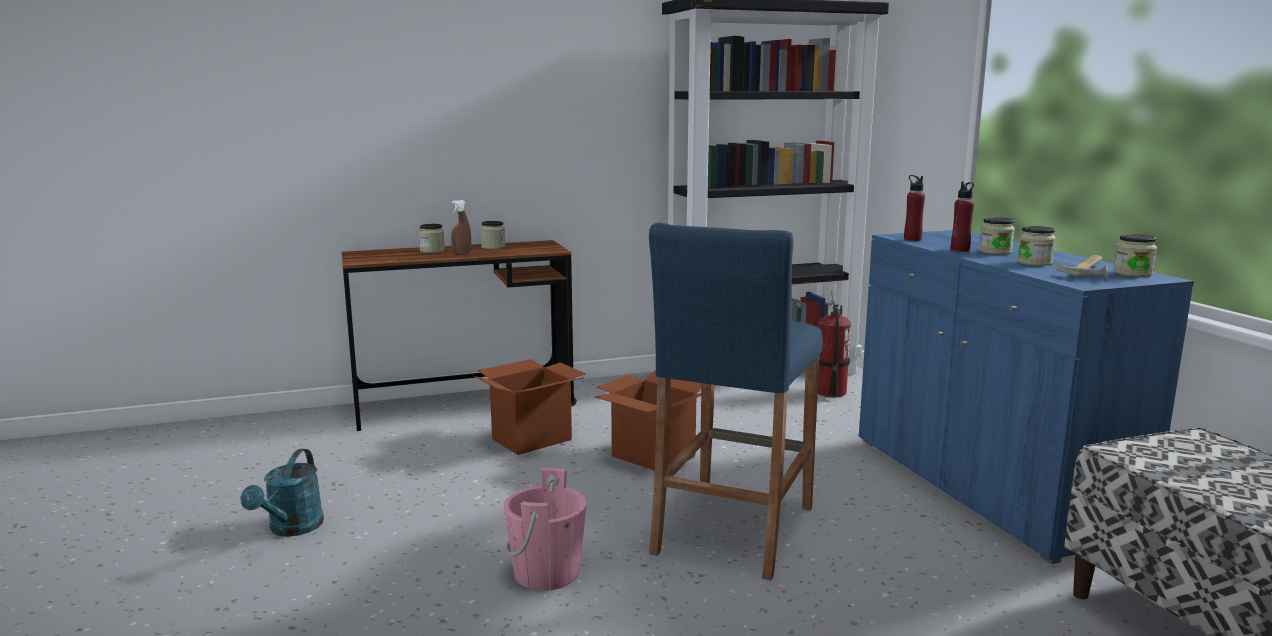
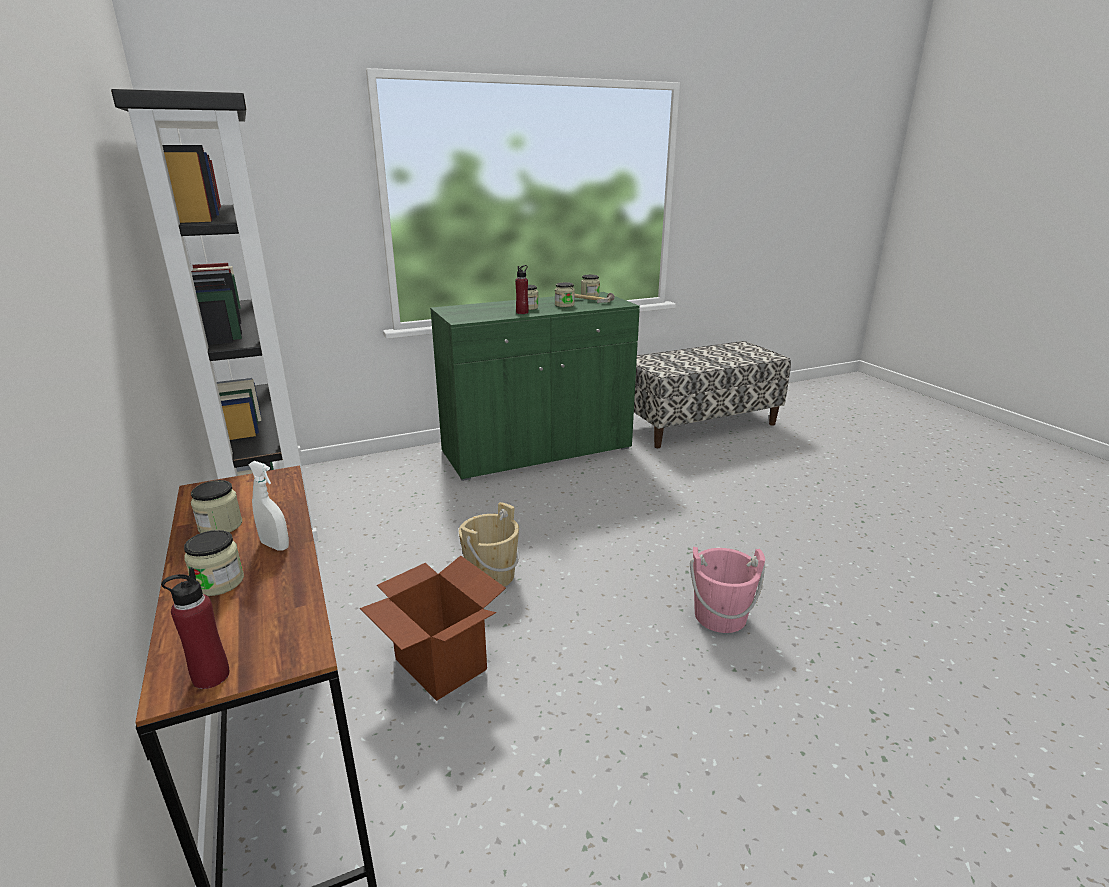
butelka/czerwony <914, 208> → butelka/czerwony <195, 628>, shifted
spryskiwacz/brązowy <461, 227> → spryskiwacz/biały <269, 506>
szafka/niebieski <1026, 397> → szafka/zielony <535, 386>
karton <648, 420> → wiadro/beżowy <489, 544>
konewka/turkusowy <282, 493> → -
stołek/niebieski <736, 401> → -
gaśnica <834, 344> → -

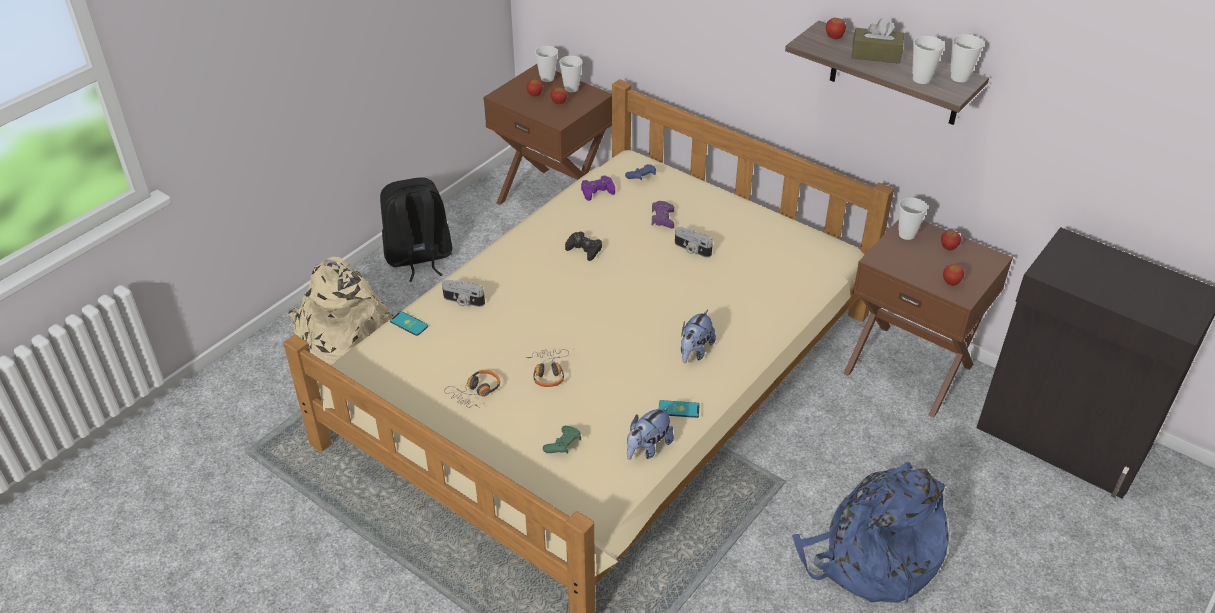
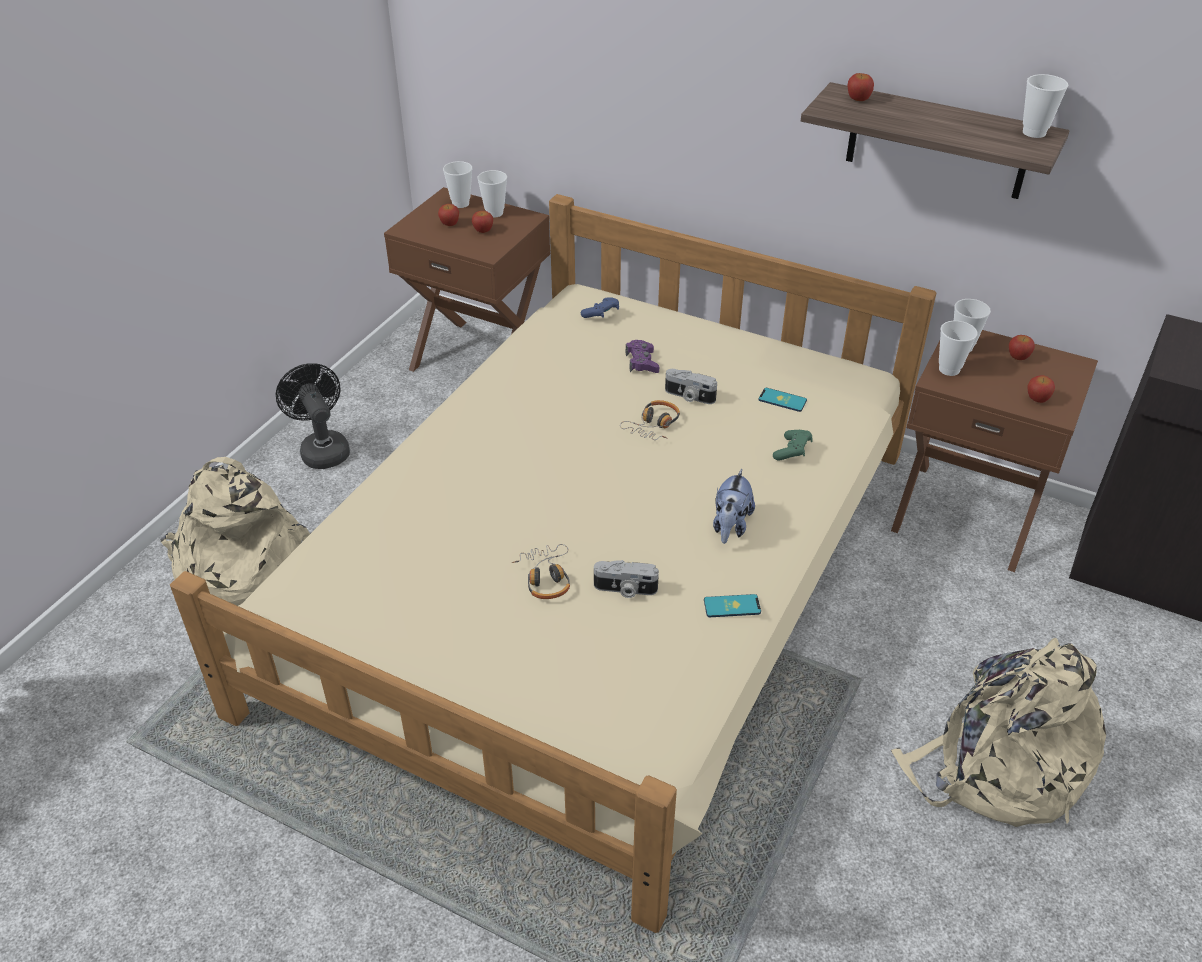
plecak/czarny <416, 229> → wentylator/czarny <313, 416>
aparat fotograficzny <463, 293> → aparat fotograficzny <626, 579>, shifted
słuchawki <472, 389> → słuchawki <650, 420>, shifted
telefon <409, 323> → telefon <783, 400>, shifted
pad do gier/zielony <562, 440> → pad do gier/zielony <792, 445>, shifted
plecak/niebieski <870, 532> → plecak/beżowy <998, 732>
filiżanka <928, 60> → filiżanka <958, 348>, shifted
pad do gier/czarny <583, 246> → -
pad do gier/fioletowy <598, 188> → -
pluszak <650, 433> → -
pudełko chusteczek/brązowy <877, 41> → -

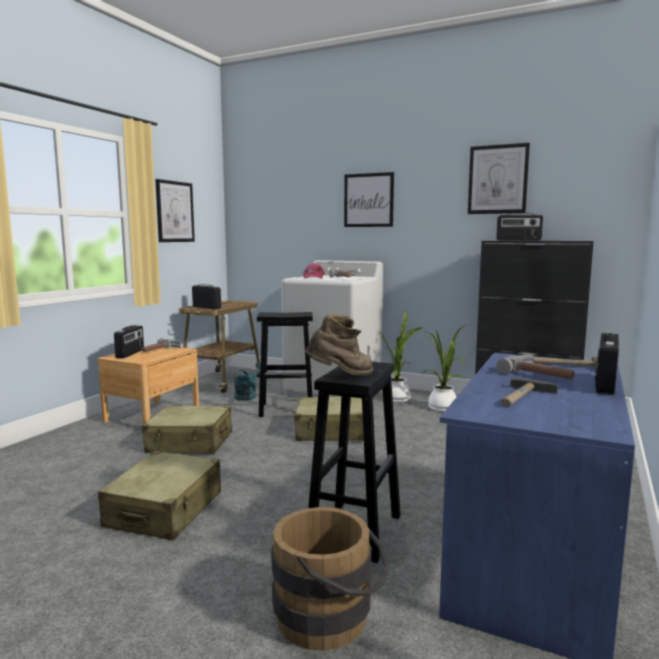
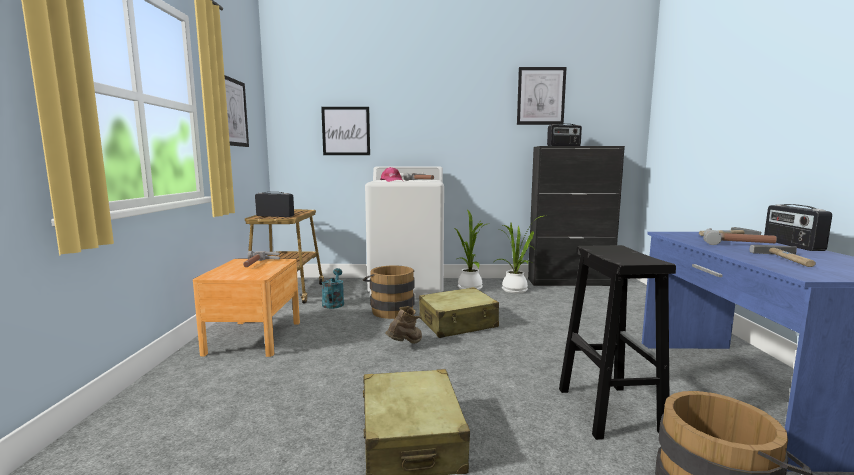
obraz <369, 199> → obraz <345, 131>, shifted
stołek/czarny <285, 364> → wiadro/brązowy <389, 292>
but z cholewką/brązowy <339, 345> → but z cholewką/brązowy <403, 325>, shifted
radio <129, 341> → -
walizka/beżowy <187, 430> → -

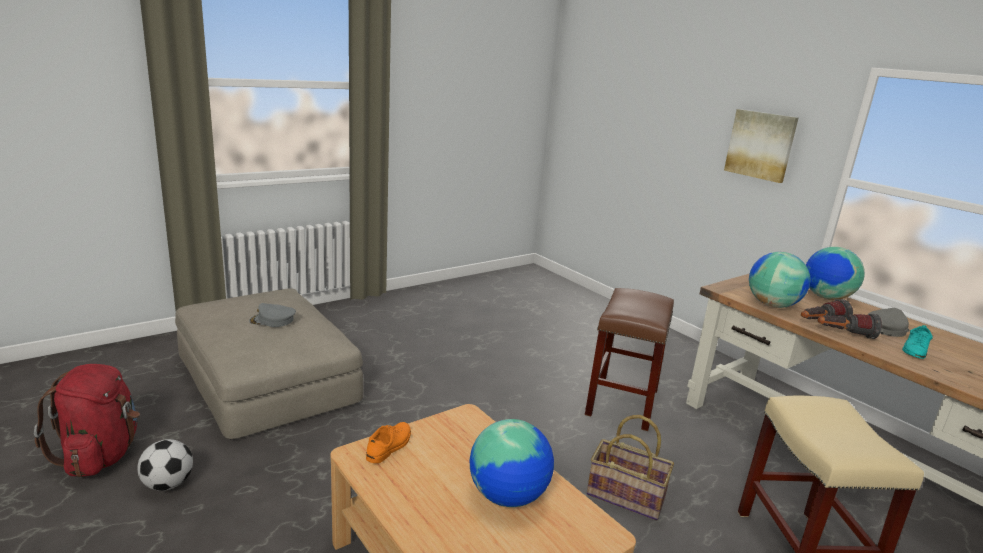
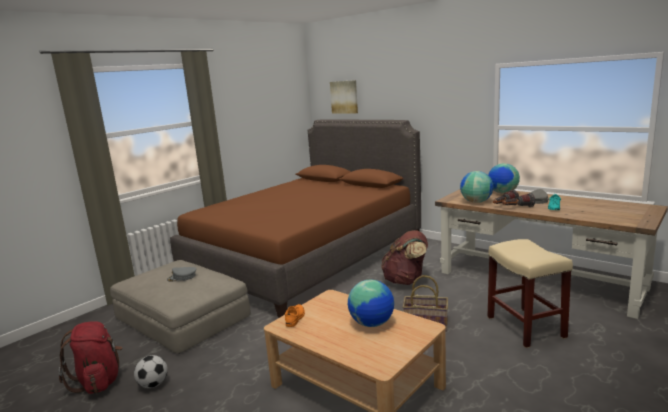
- → łóżko/brązowy <295, 218>
obraz <761, 146> → obraz <344, 97>, shifted
stołek/brązowy <629, 359> → plecak/brązowy <404, 257>

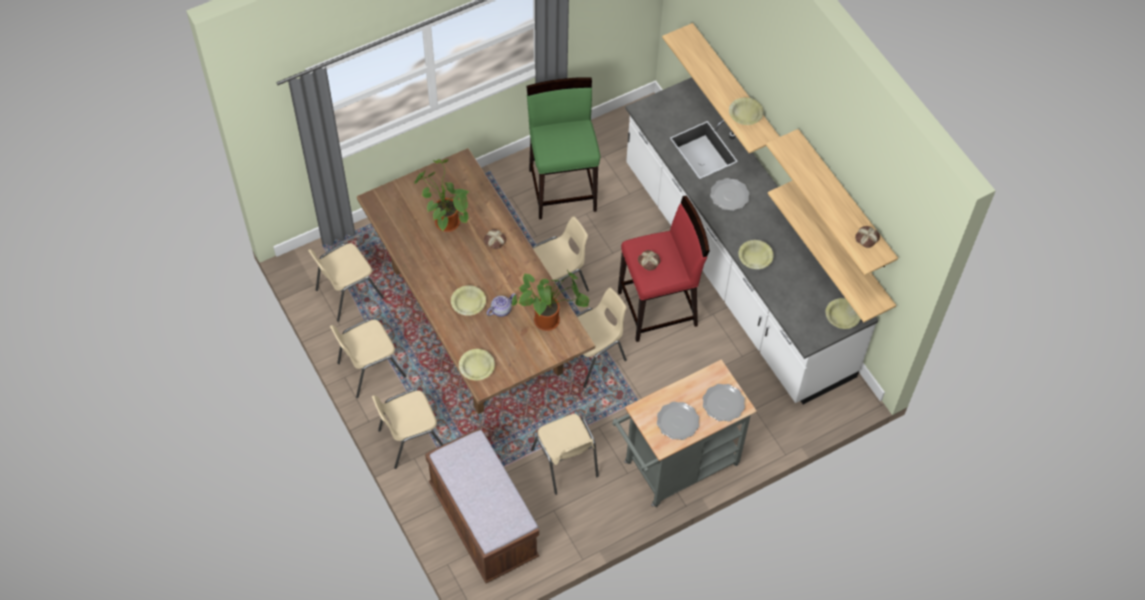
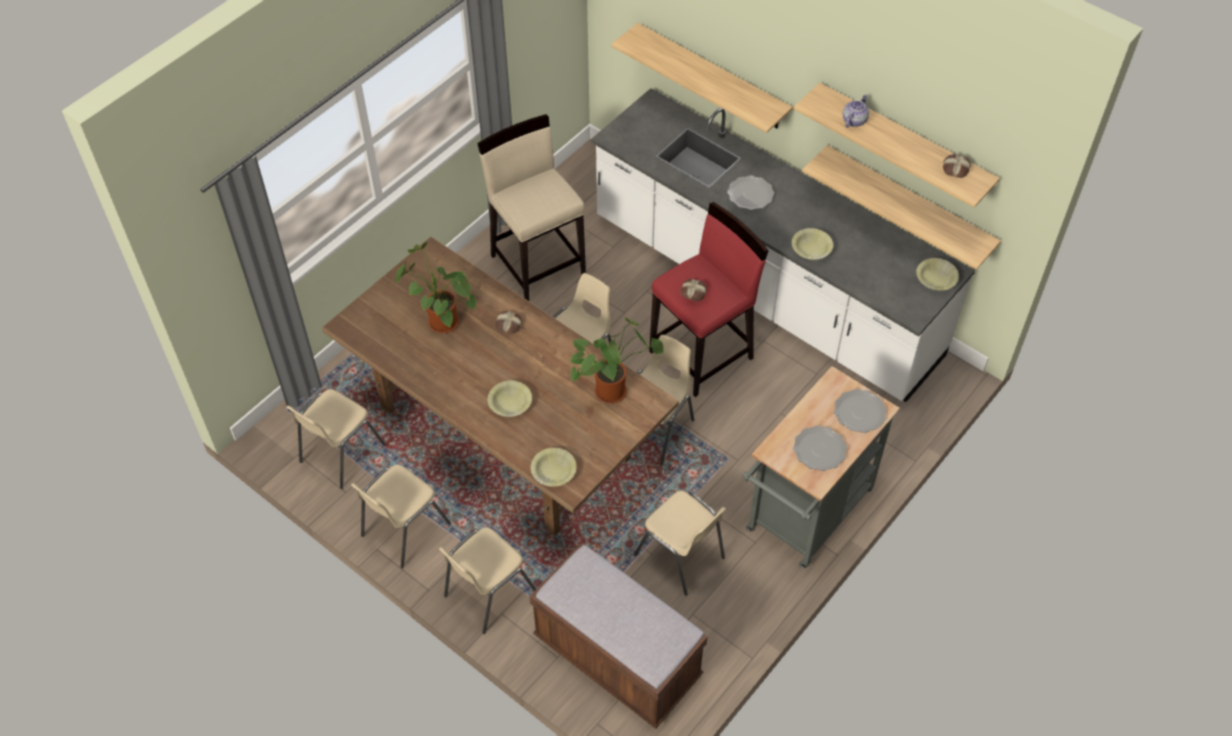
stołek/zielony <563, 148> → stołek/beżowy <531, 207>
imbryk <501, 305> → imbryk <856, 111>, shifted
miska/żółty <746, 111> → -

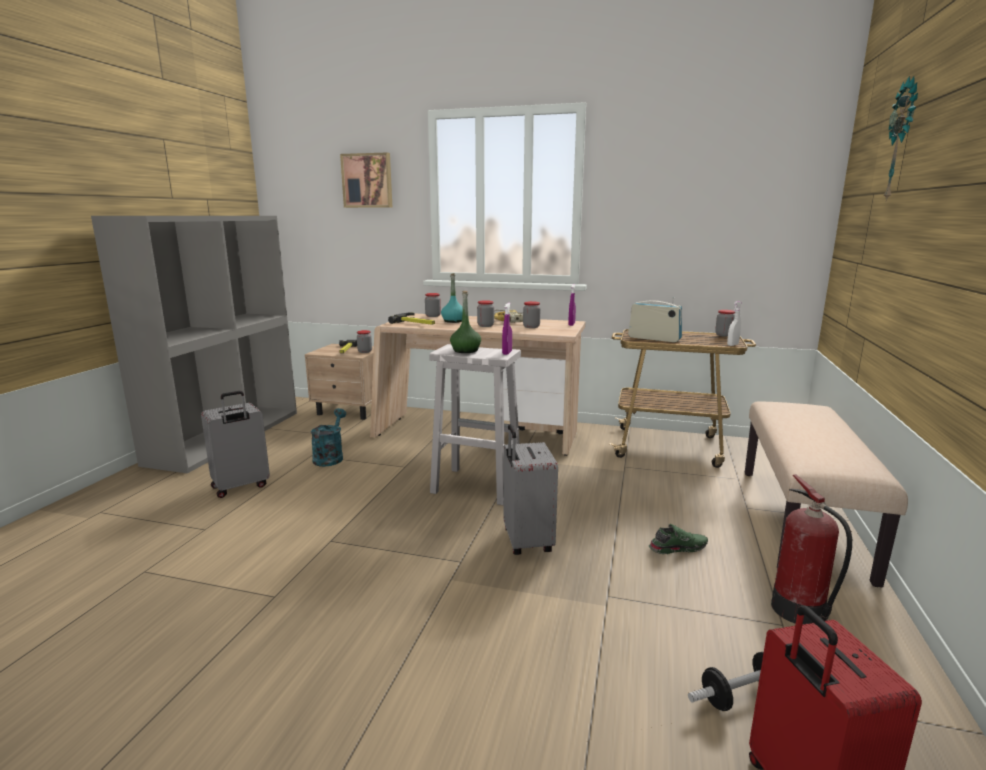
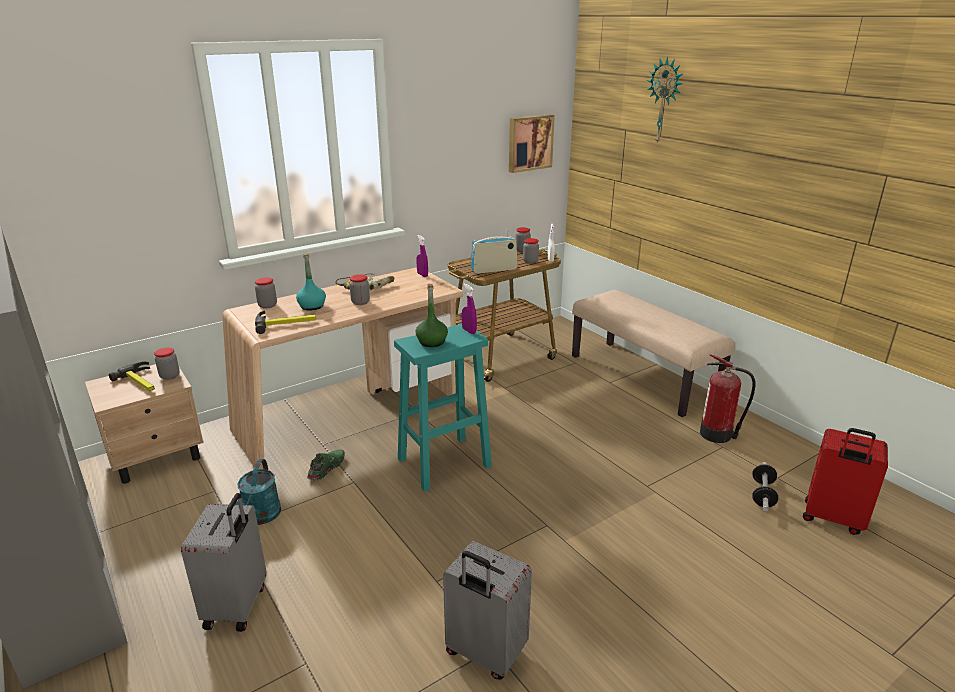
konewka/turkusowy <328, 437> → konewka/turkusowy <258, 492>, 135 degrees counterclockwise
but/zielony <678, 539> → but/zielony <326, 465>, shifted
stołek/biały <475, 424> → stołek/turkusowy <443, 407>
walizka/szary <530, 489> → walizka/szary <487, 610>, shifted
obraz <366, 180> → obraz <532, 143>, shifted
słoik <531, 314> → słoik <531, 251>, shifted

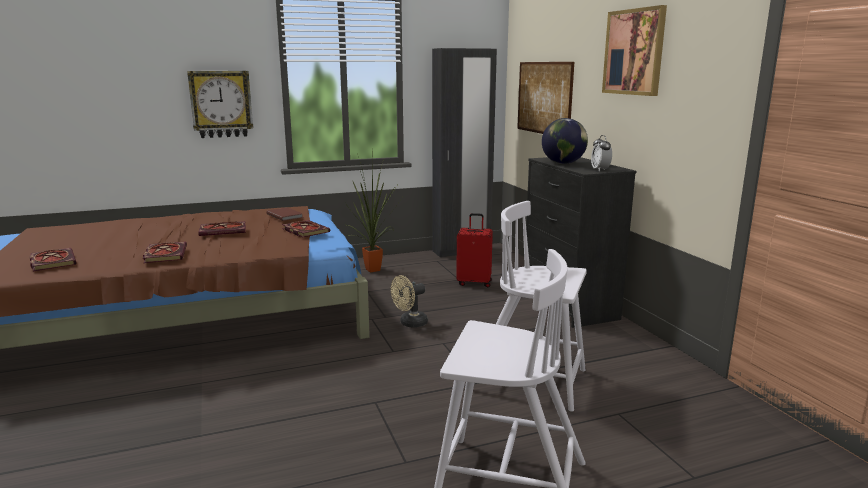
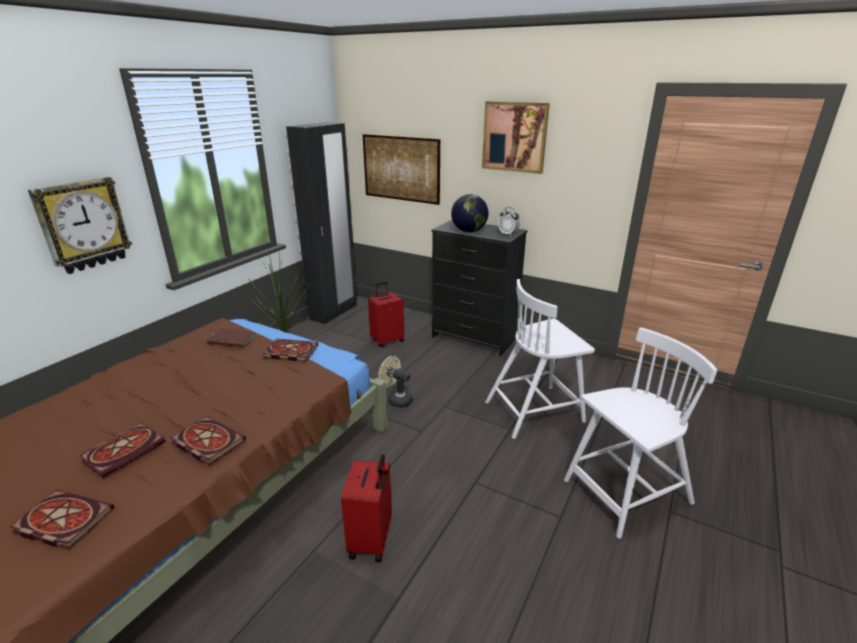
książka <222, 228> → książka <122, 450>, shifted
- → walizka/czerwony <366, 508>
wentylator/beżowy <409, 301> → wentylator/beżowy <395, 382>, 105 degrees clockwise

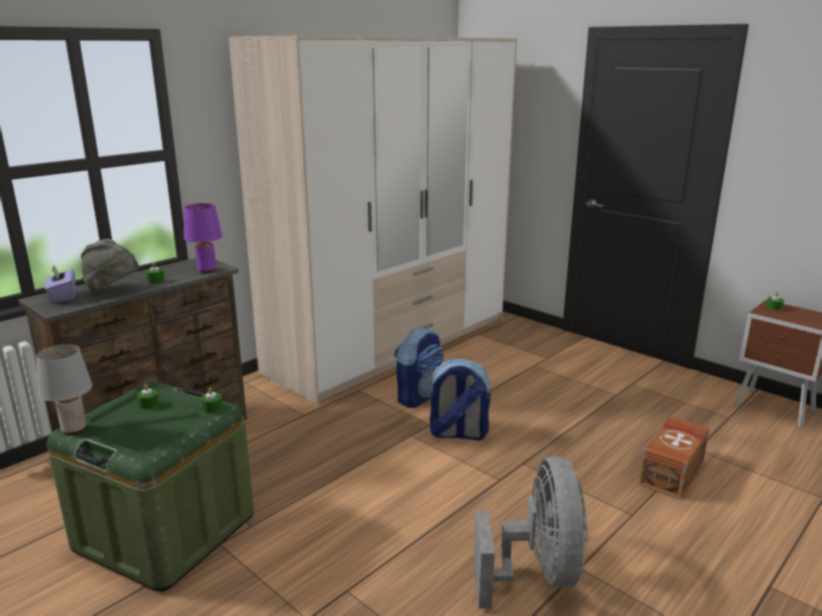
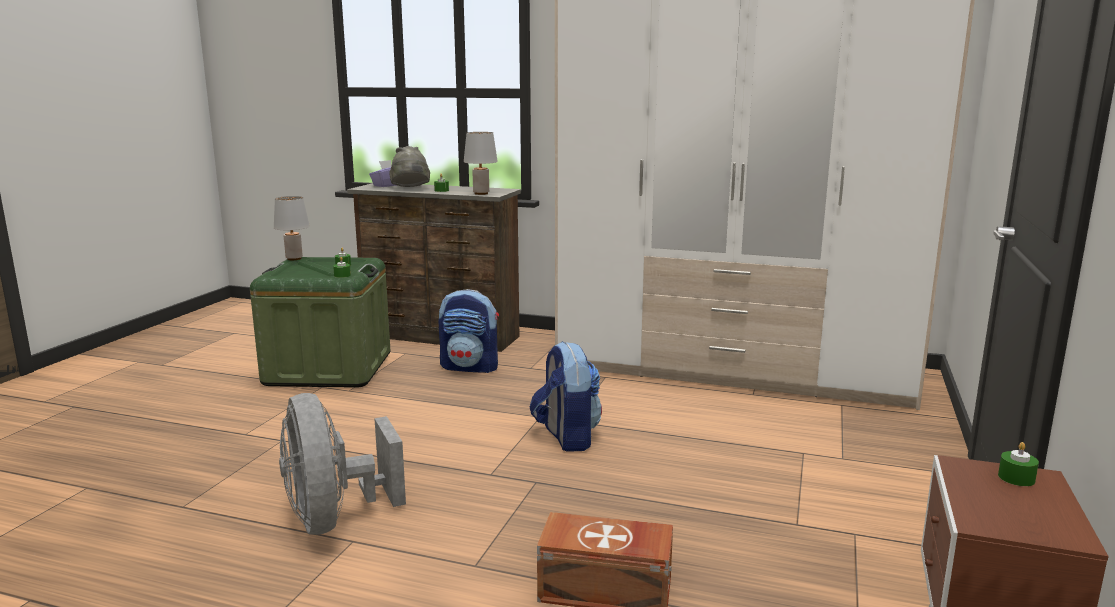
wentylator/szary <531, 532> → wentylator/szary <342, 464>, 90 degrees clockwise
plecak <419, 367> → plecak <469, 331>, shifted
lampa stołowa/fioletowy <203, 238> → lampa stołowa/szary <481, 163>

